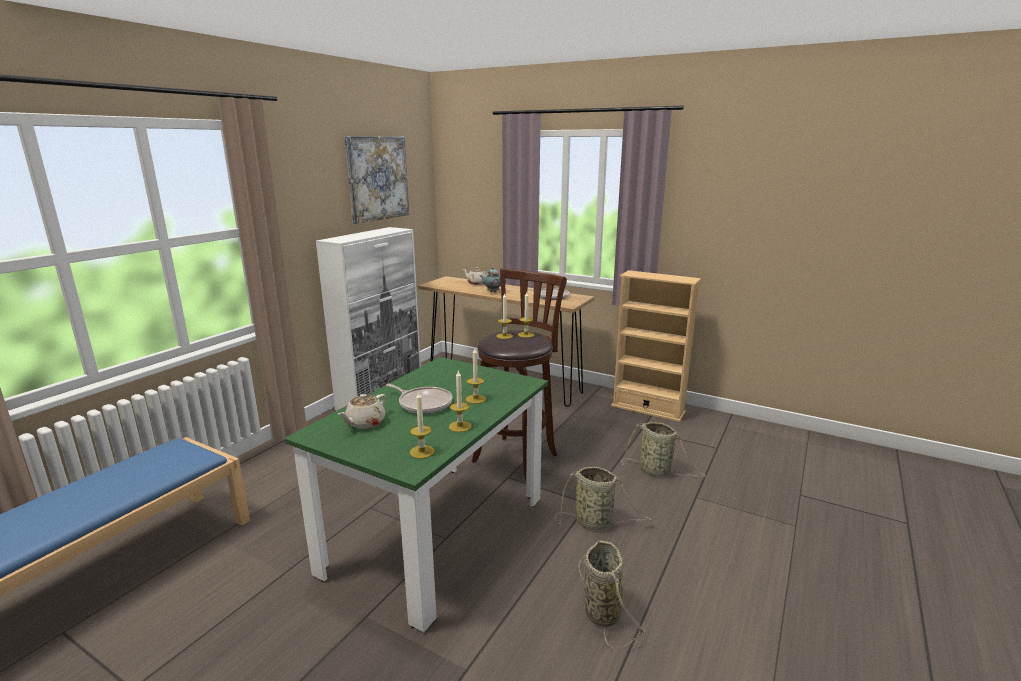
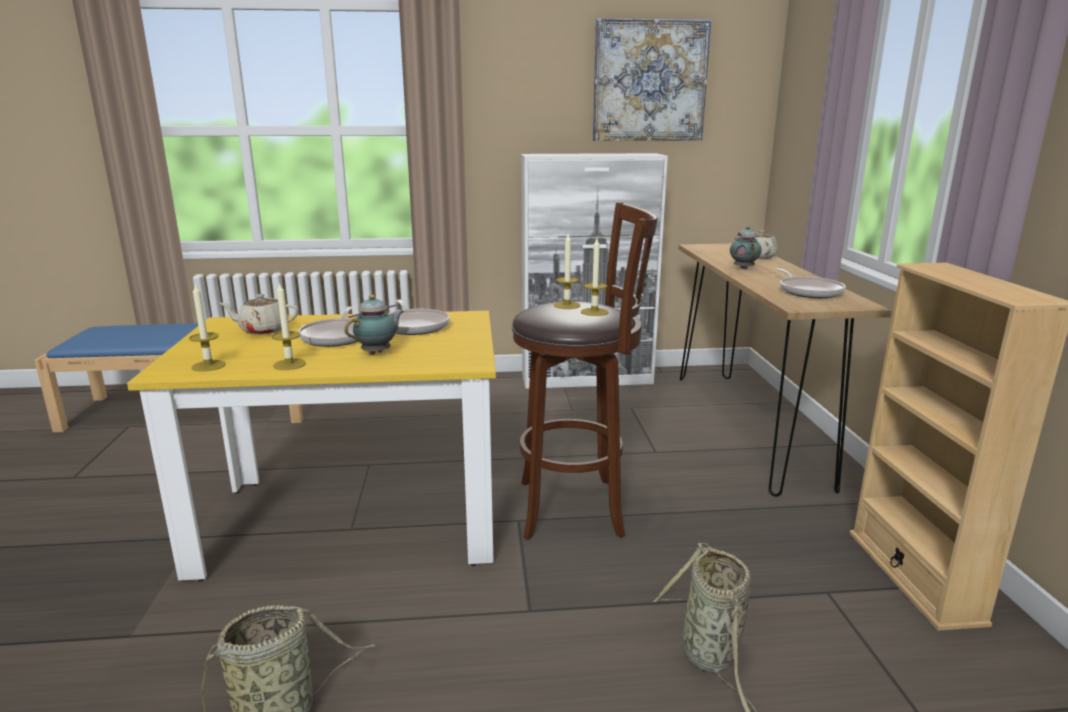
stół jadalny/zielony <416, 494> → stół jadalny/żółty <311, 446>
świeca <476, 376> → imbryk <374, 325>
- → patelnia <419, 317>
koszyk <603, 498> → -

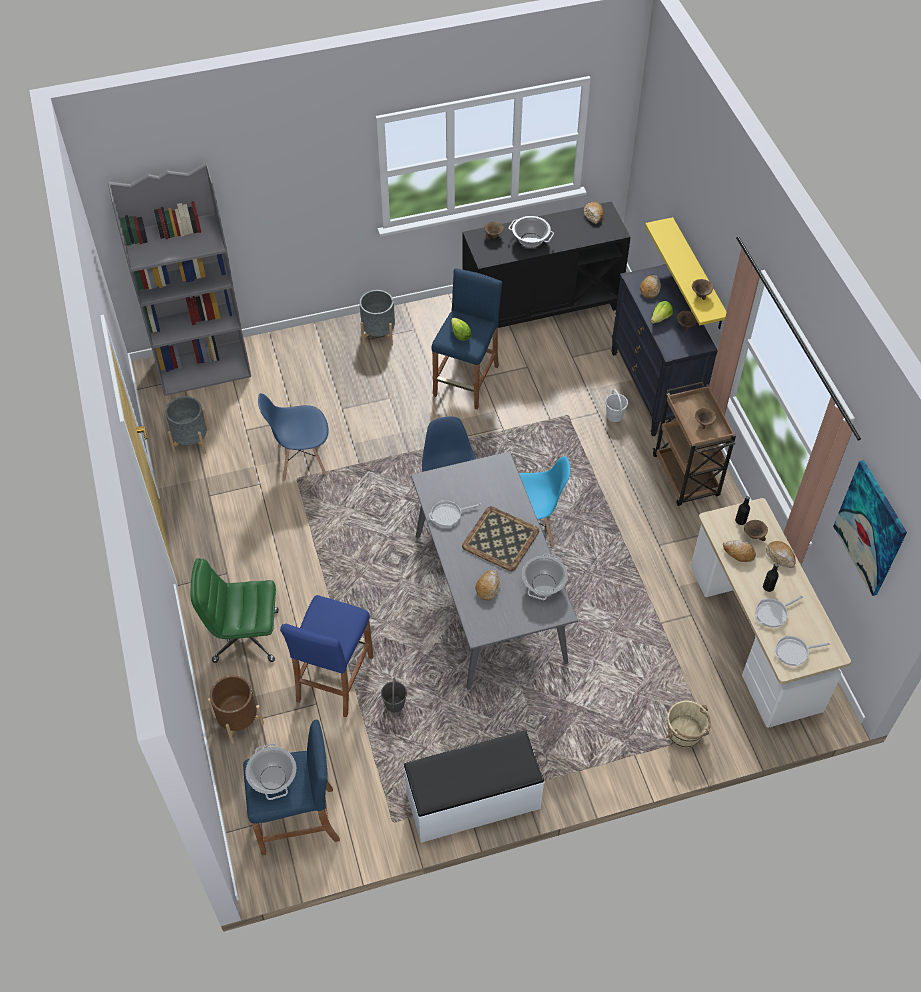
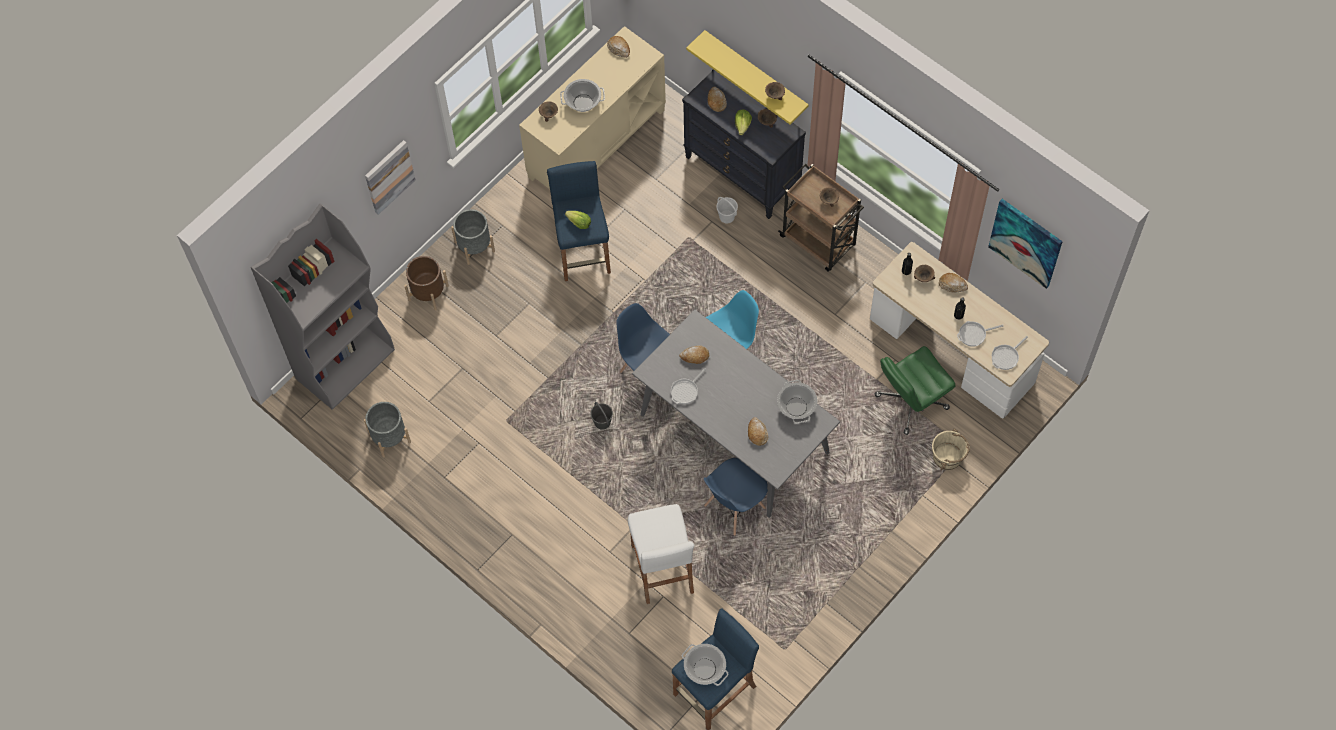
- → obraz <390, 177>
donica/brązowy <236, 709> → donica/brązowy <426, 283>, shifted
szafka/czarny <546, 264> → szafka/beżowy <592, 107>
wiadro/szary <394, 695> → wiadro/szary <601, 416>, shifted
stołek/niebieski <326, 656> → stołek/biały <661, 554>
chleb <739, 551> → chleb <694, 354>, shifted
krzesło/niebieski <293, 437> → krzesło/niebieski <736, 497>, shifted
krzesło biurowe/zielony <234, 610> → krzesło biurowe/zielony <915, 390>, shifted
patelnia <779, 611> → patelnia <980, 334>, 45 degrees clockwise
ławka/biały <474, 787> → -
taca <500, 538> → -

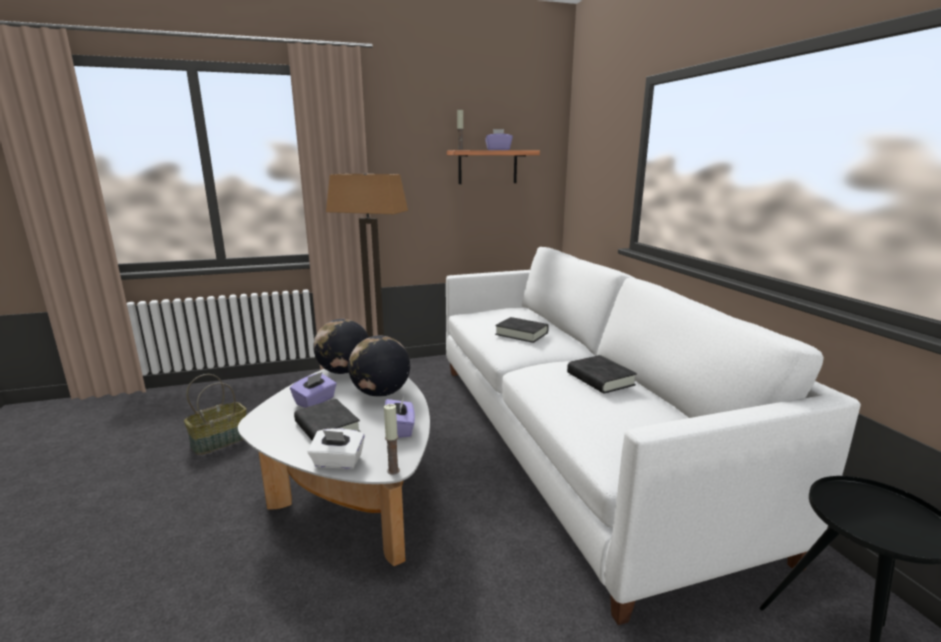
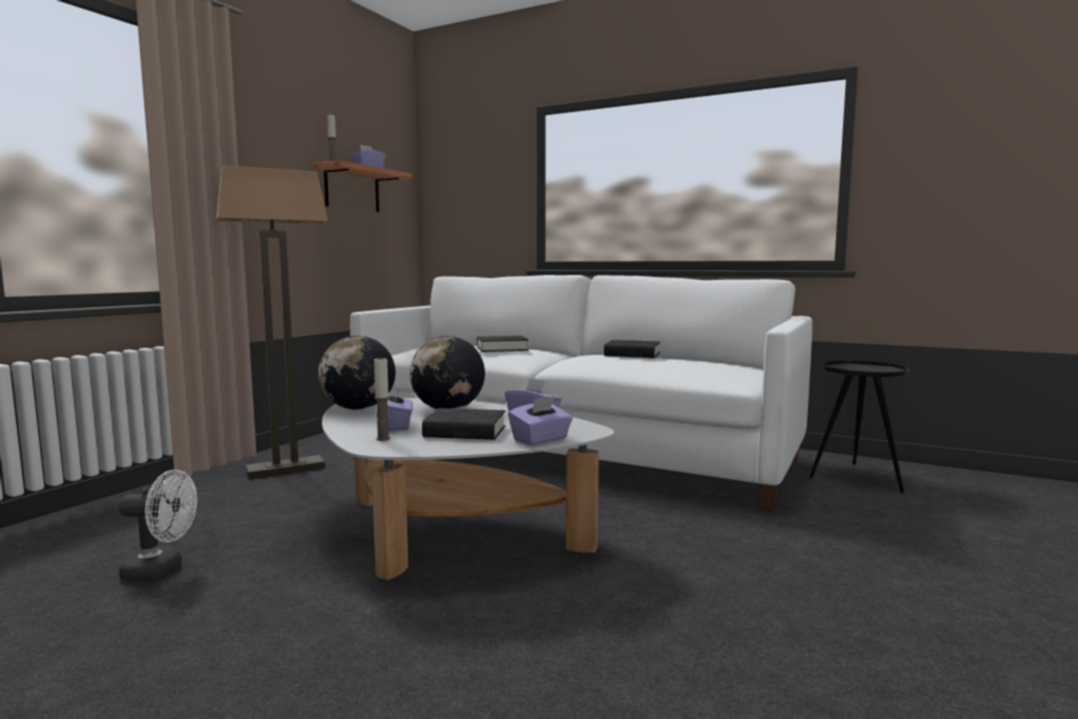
koszyk <215, 414> → wentylator/biały <158, 525>
świeca <392, 439> → świeca <382, 399>, shifted
pudełko chusteczek/biały <336, 449> → pudełko chusteczek/fioletowy <540, 421>

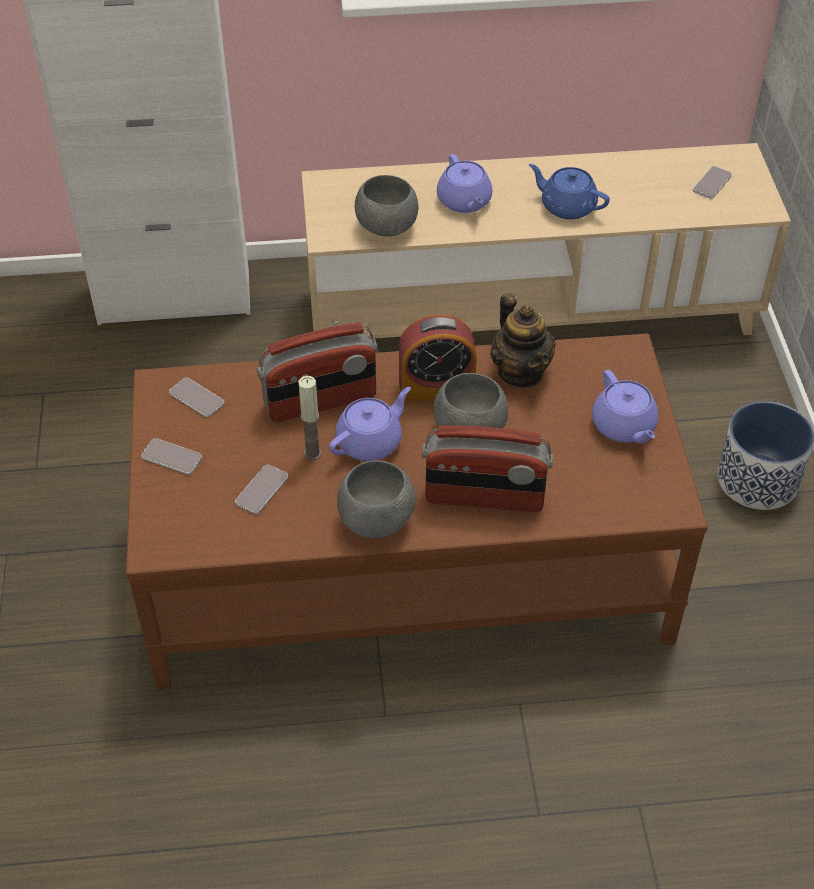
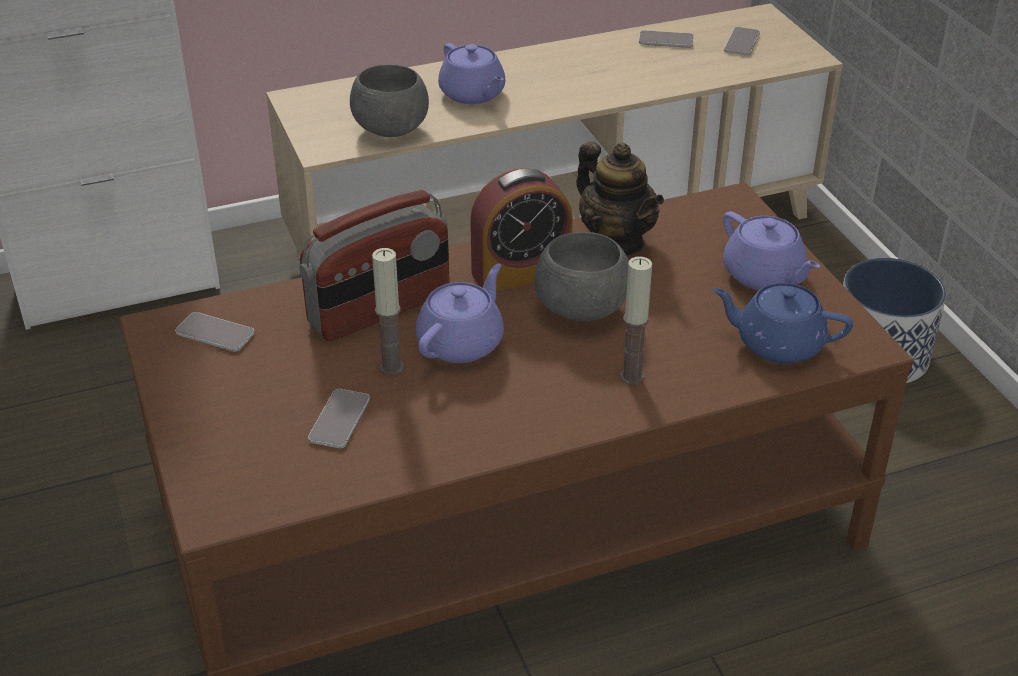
radio <487, 469> → świeca <636, 321>
telefon <171, 456> → telefon <666, 39>, shifted
imbryk/niebieski <569, 192> → imbryk/niebieski <782, 323>, shifted
miska/szary <376, 499> → -

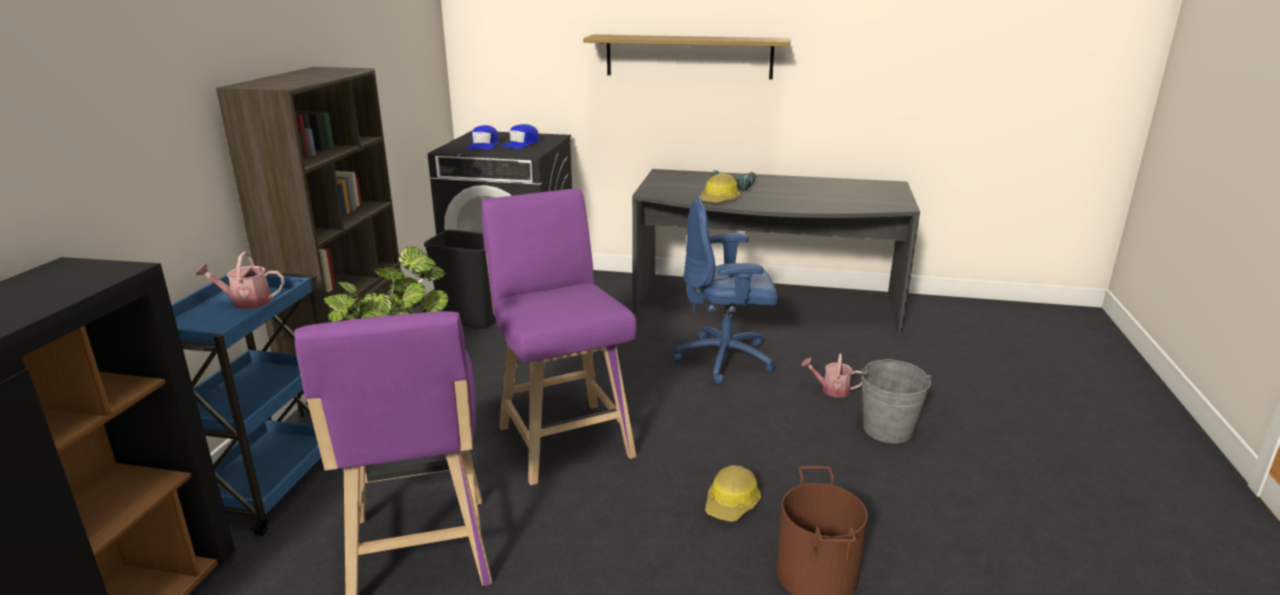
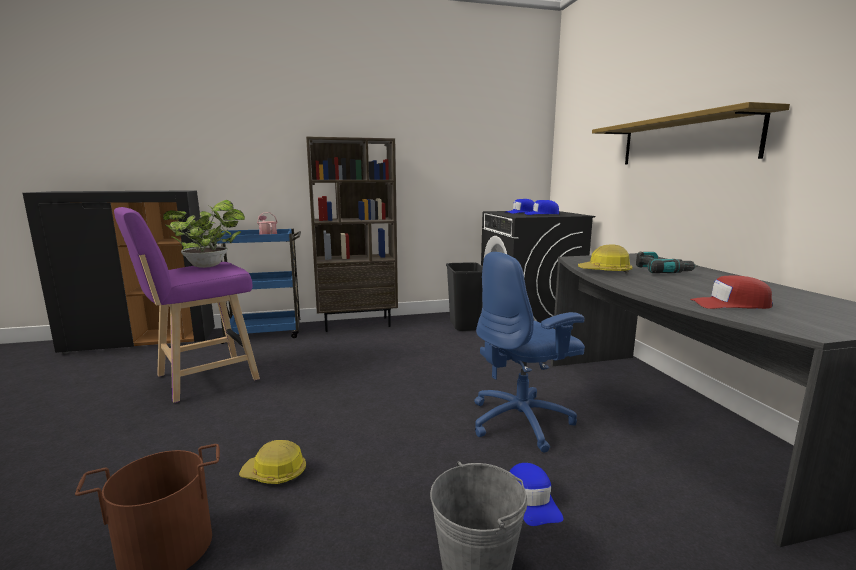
krzesło biurowe/niebieski <726, 291> → krzesło biurowe/niebieski <529, 352>, 90 degrees counterclockwise
konewka <831, 375> → czapka z daszkiem/niebieski <536, 494>
- → czapka z daszkiem/czerwony <731, 292>
stołek/fioletowy <559, 337> → -

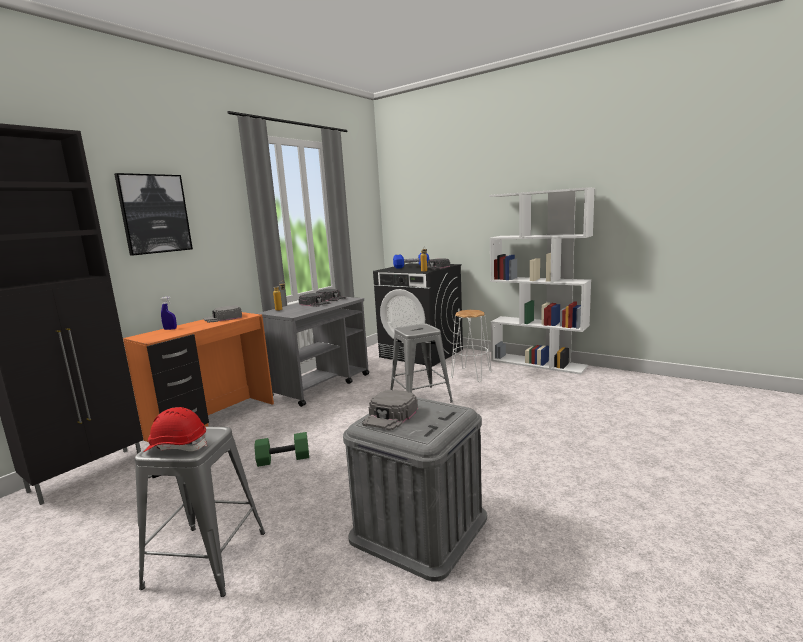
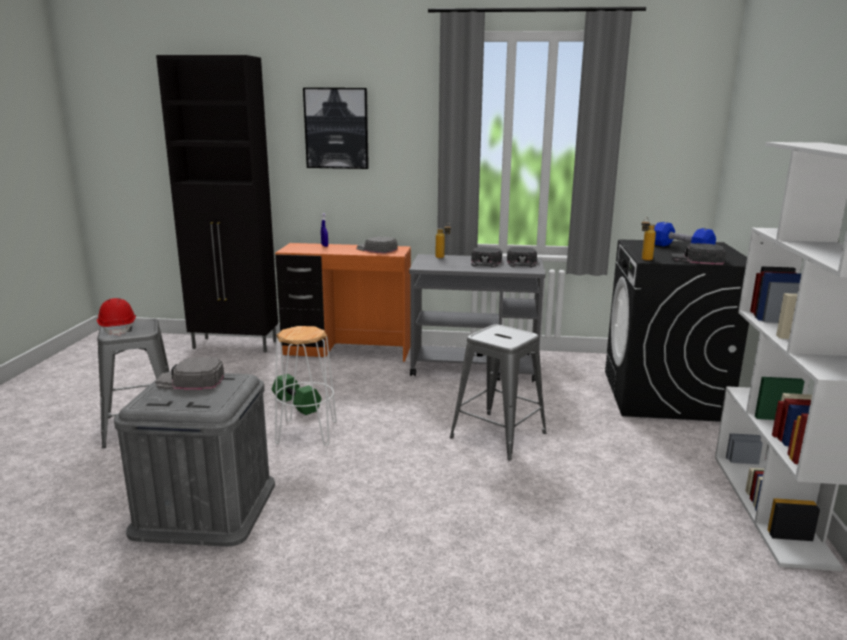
stołek/biały <471, 346> → stołek/biały <306, 386>, shifted

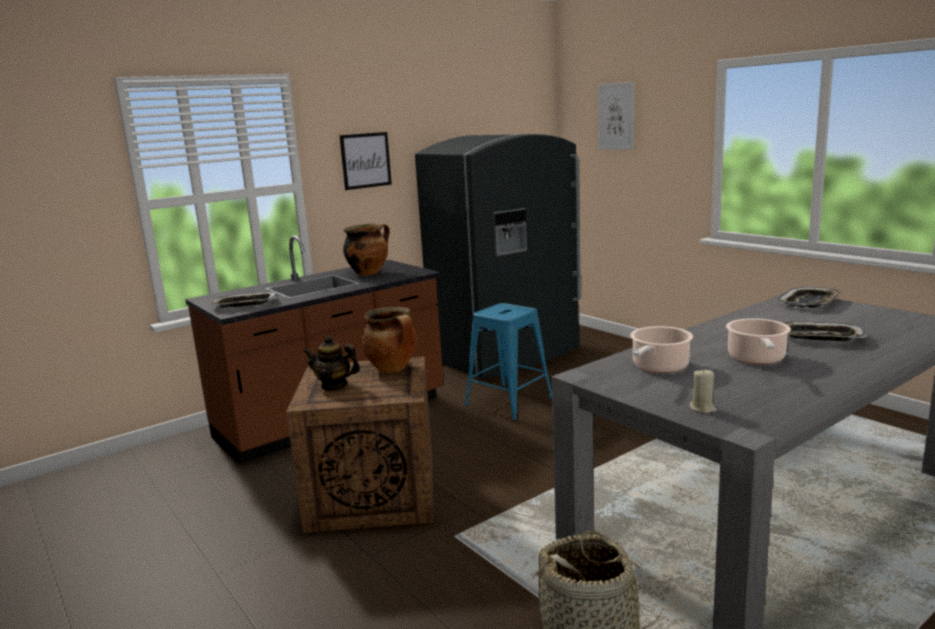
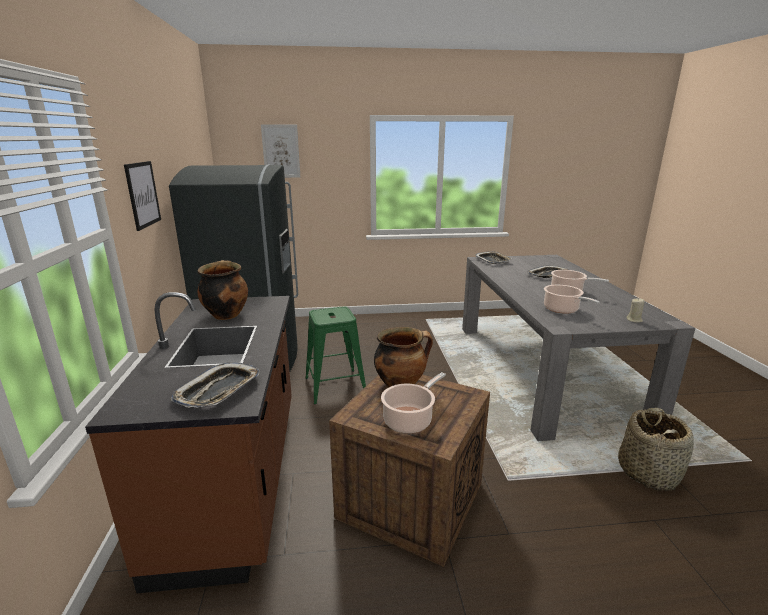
stołek/niebieski <508, 361> → stołek/zielony <335, 355>
imbryk <331, 363> → garnek <413, 402>

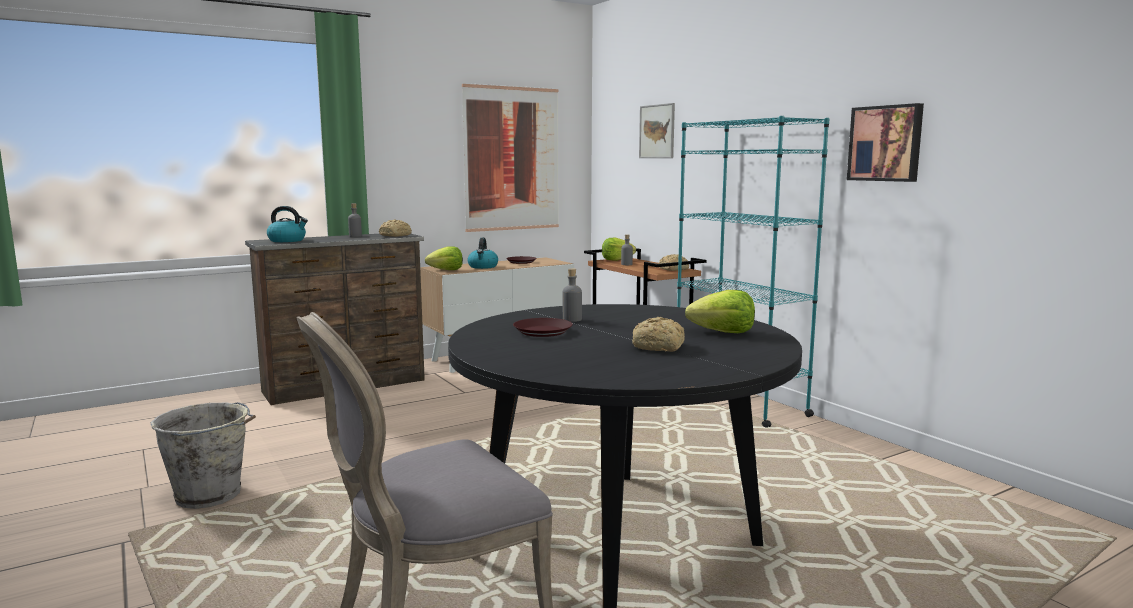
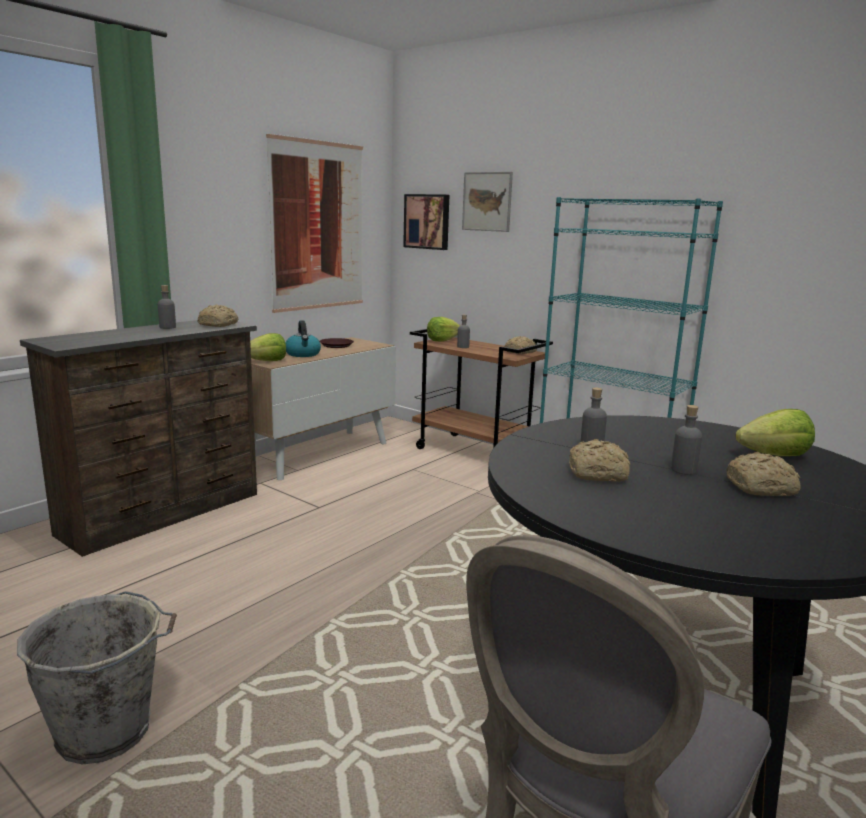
obraz <885, 142> → obraz <426, 222>, shifted
talerz/brązowy <543, 327> → chleb <599, 460>
- → butelka/szary <686, 440>
czajnik <287, 224> → -

